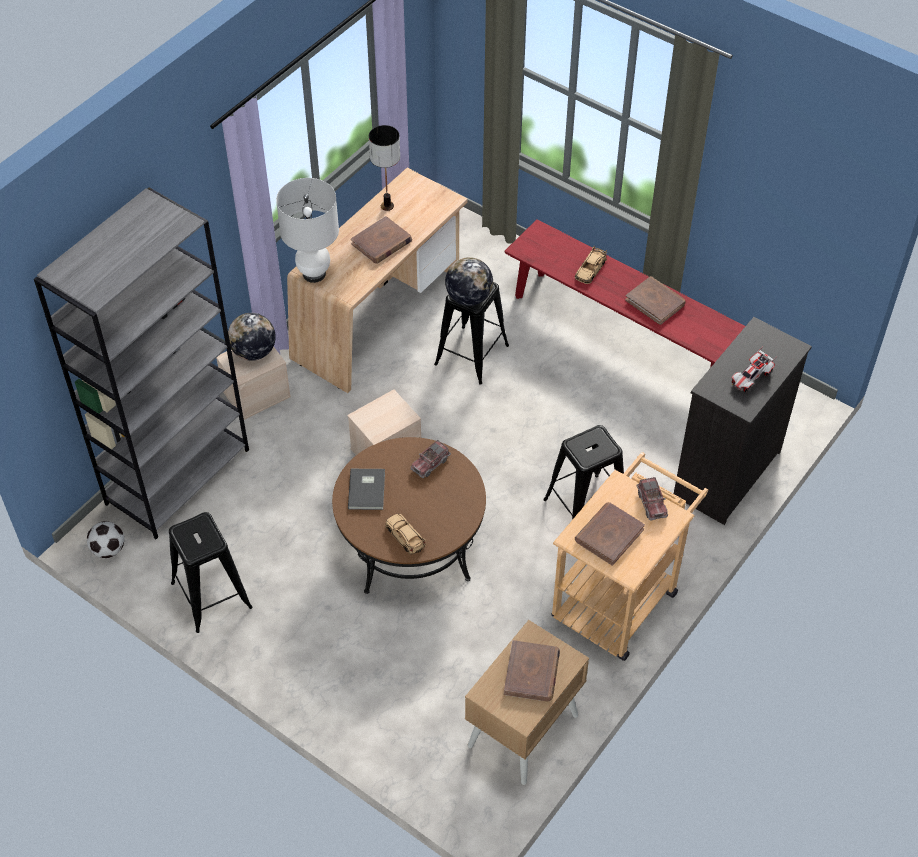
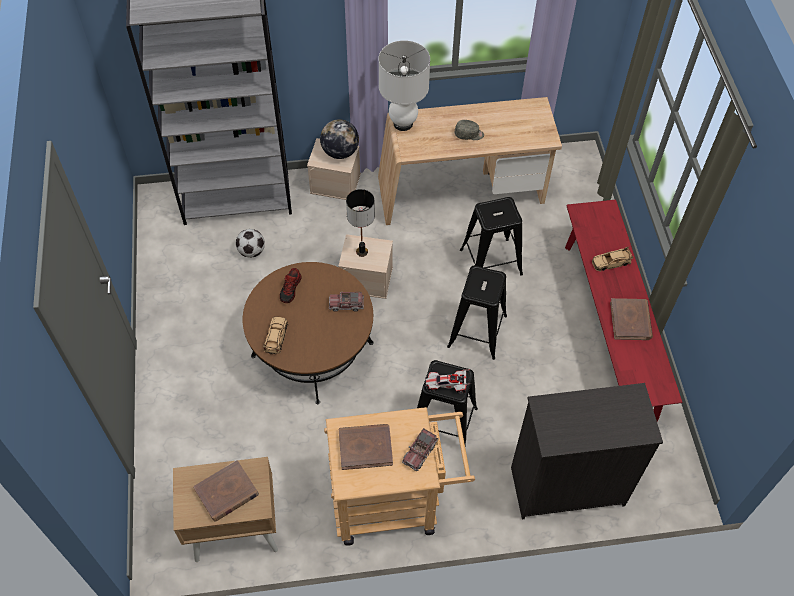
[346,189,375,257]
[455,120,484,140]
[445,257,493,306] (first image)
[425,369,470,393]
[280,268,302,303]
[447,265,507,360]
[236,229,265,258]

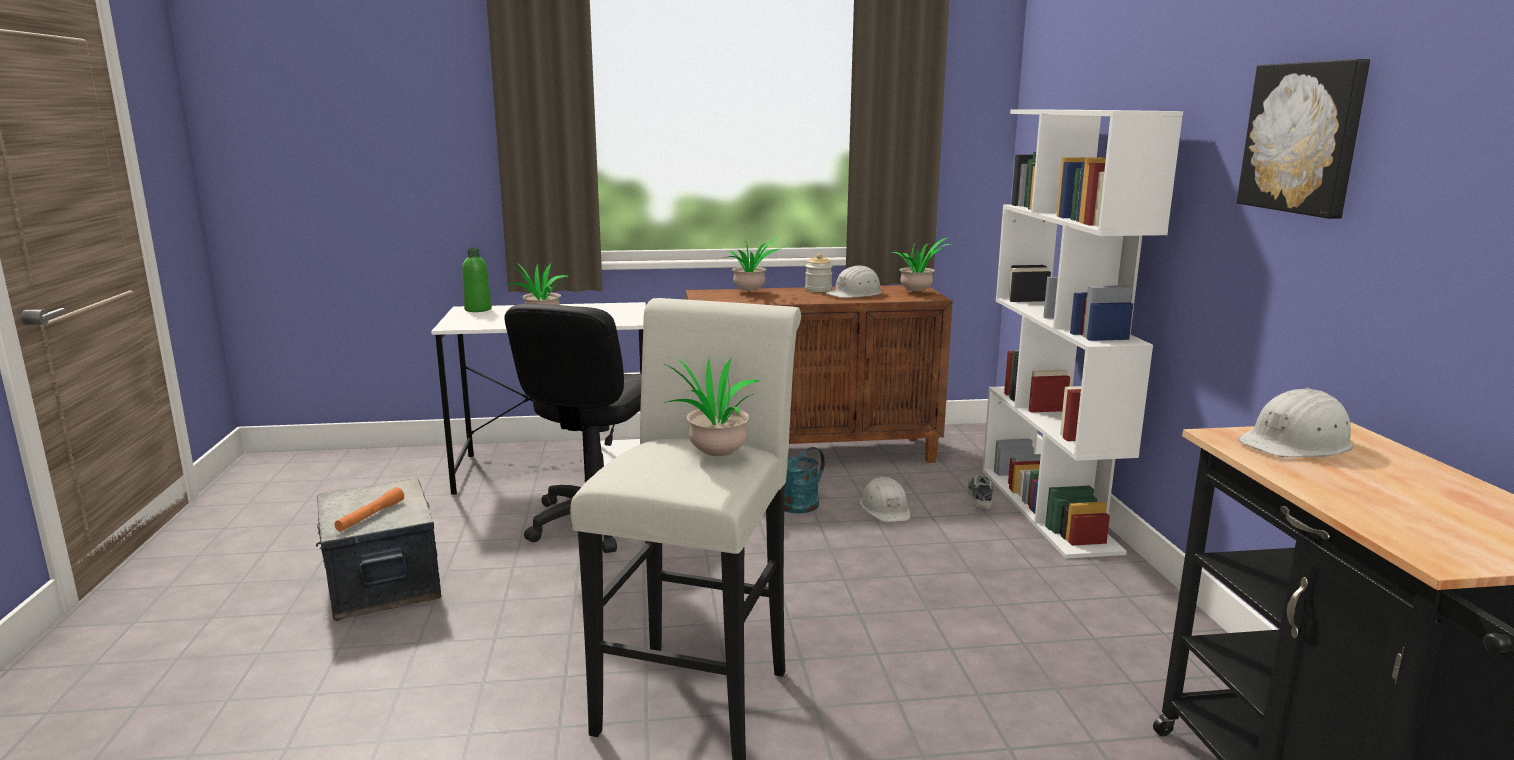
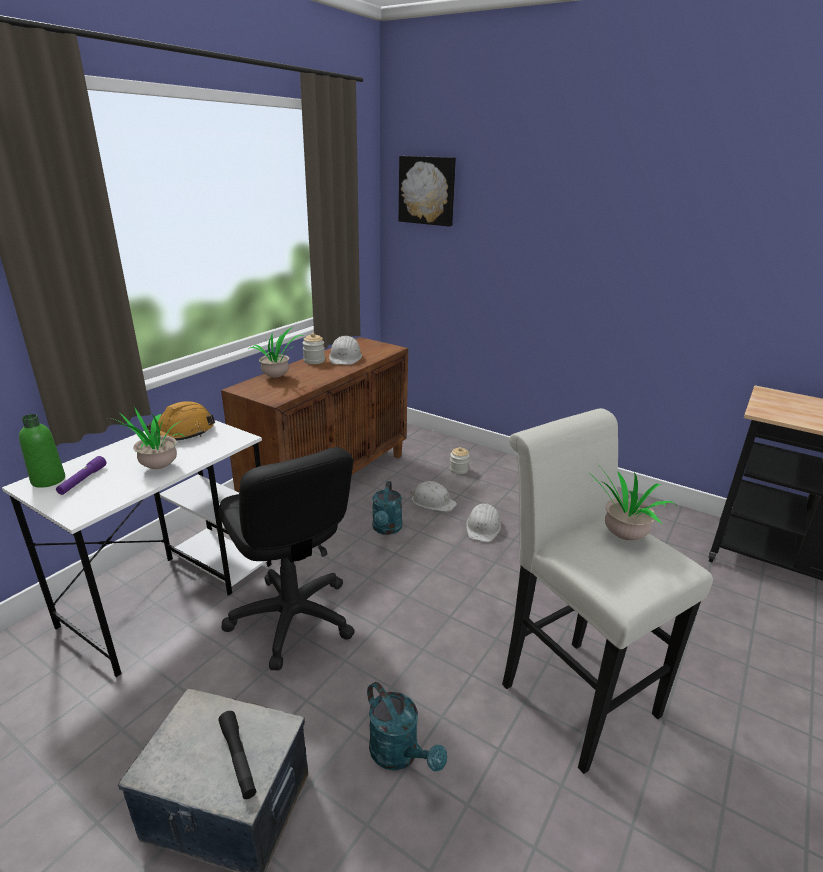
[399,156,456,227]
[982,110,1183,559] (first image)
[892,238,951,291] (first image)
[466,504,501,542]
[450,447,470,474]
[219,711,256,799]
[147,401,215,441]
[56,456,106,495]
[367,682,447,772]

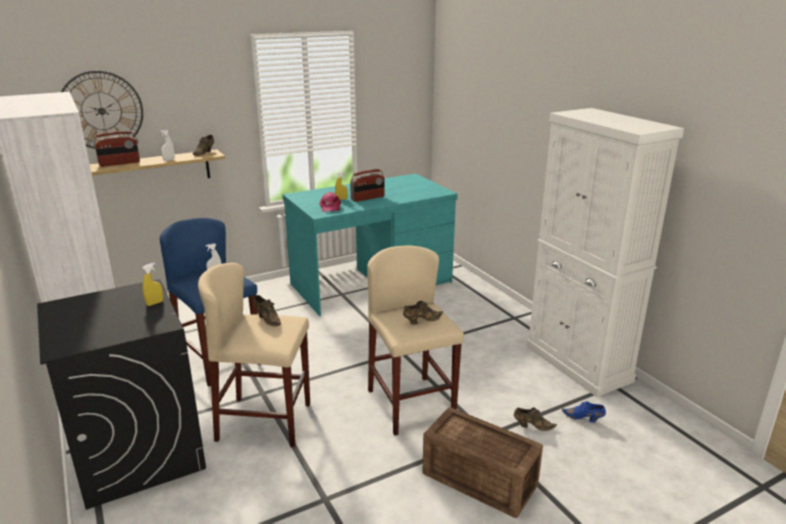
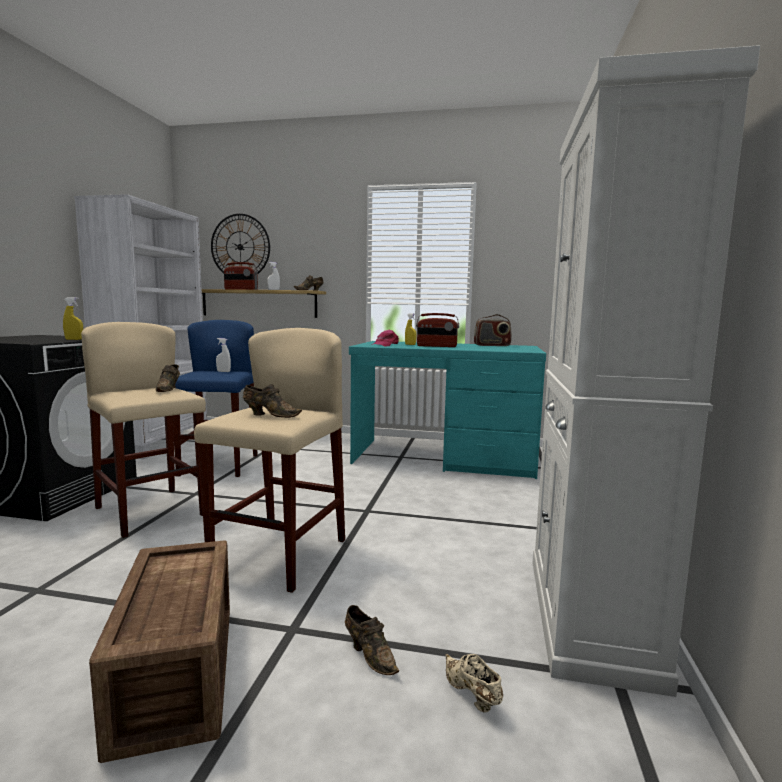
[445,654,503,713]
[474,314,511,346]

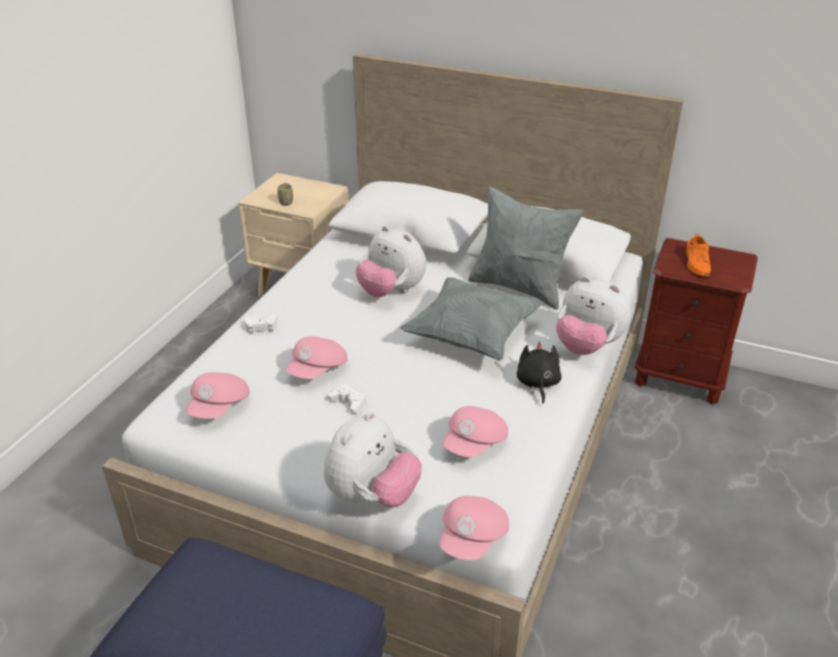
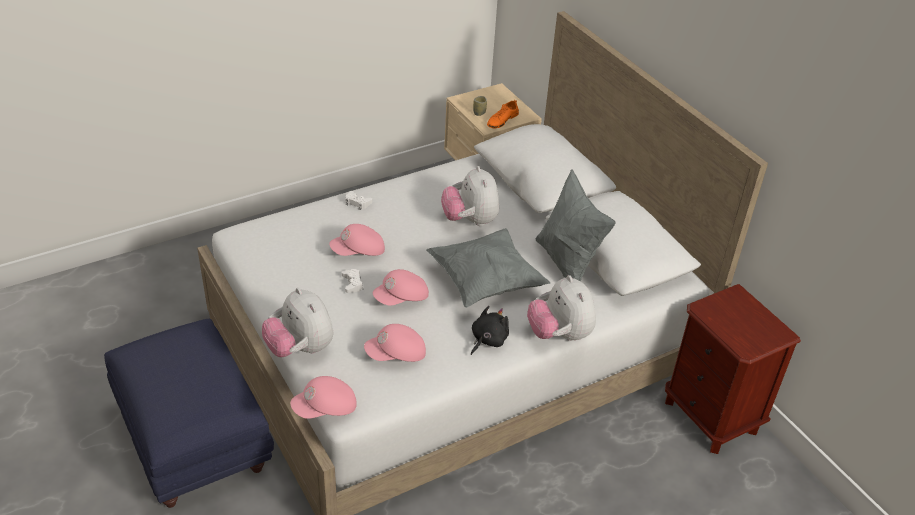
[487,100,519,129]
[373,269,429,306]
[262,288,333,357]

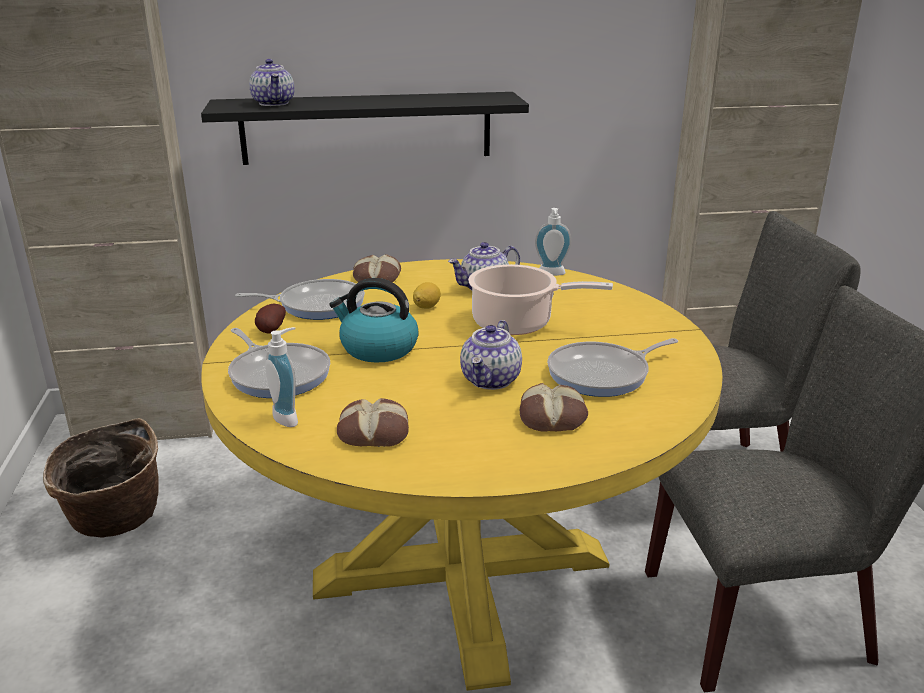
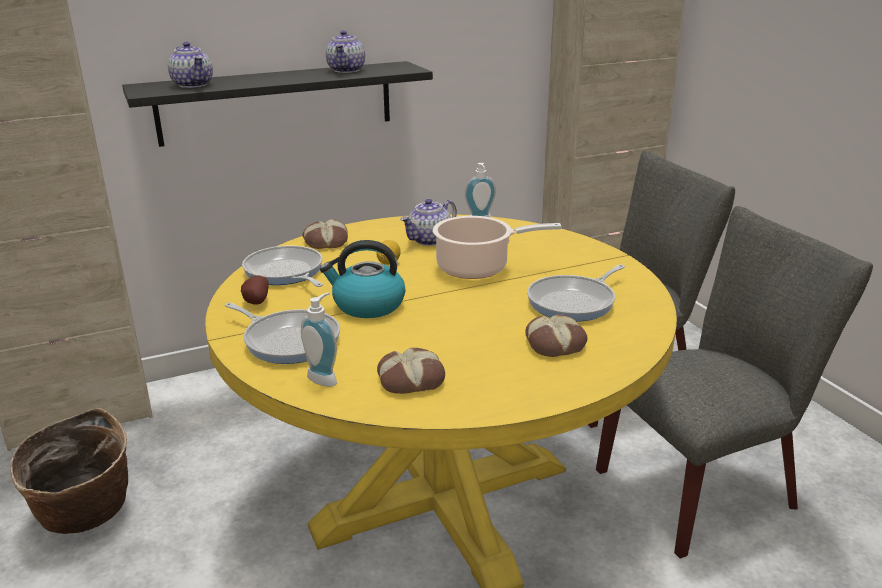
[242,246,323,287]
[326,30,365,73]

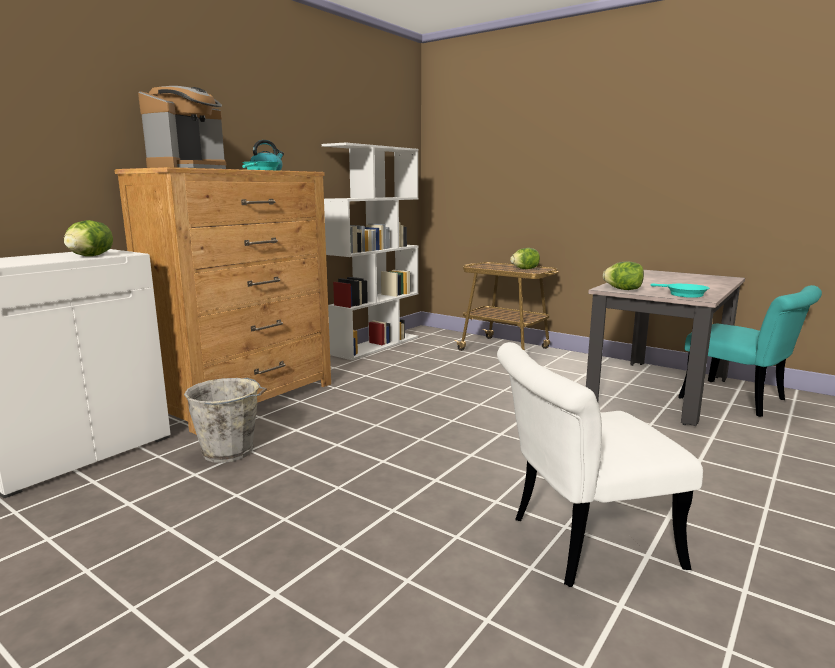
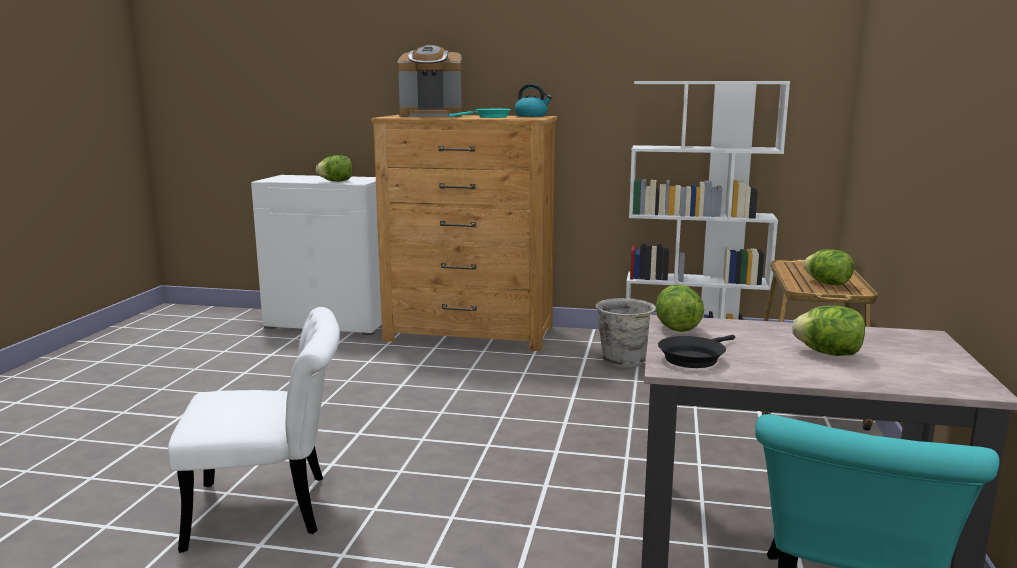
[658,335,735,368]
[168,307,340,553]
[596,298,656,368]
[792,306,865,356]

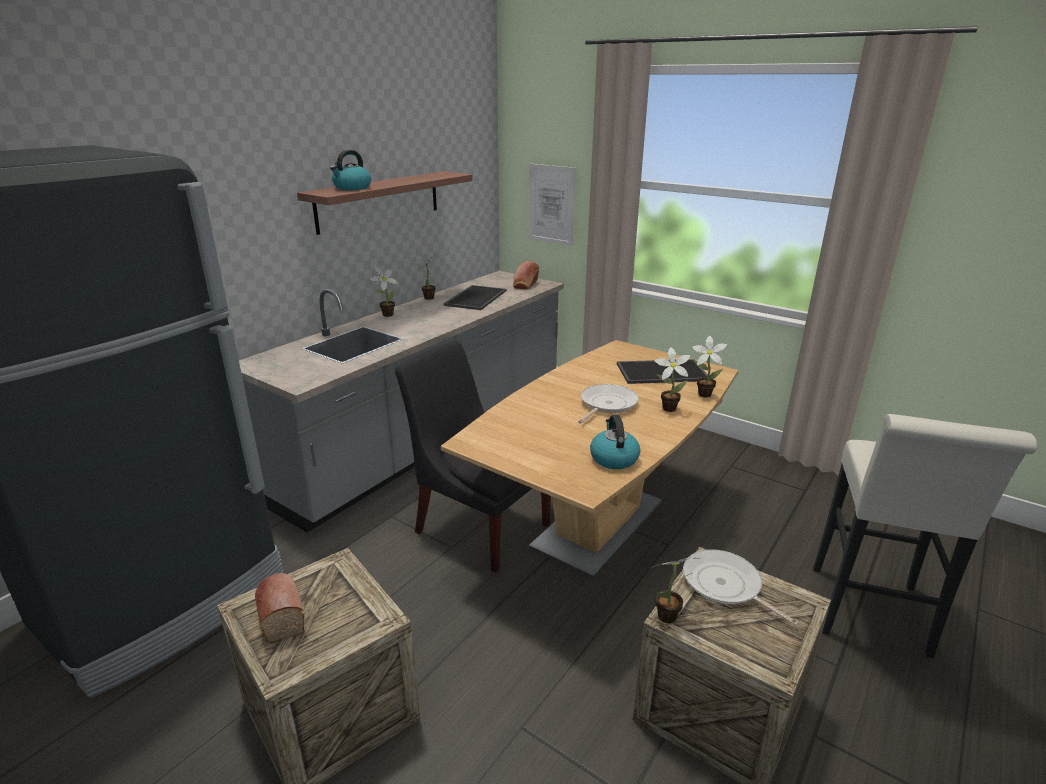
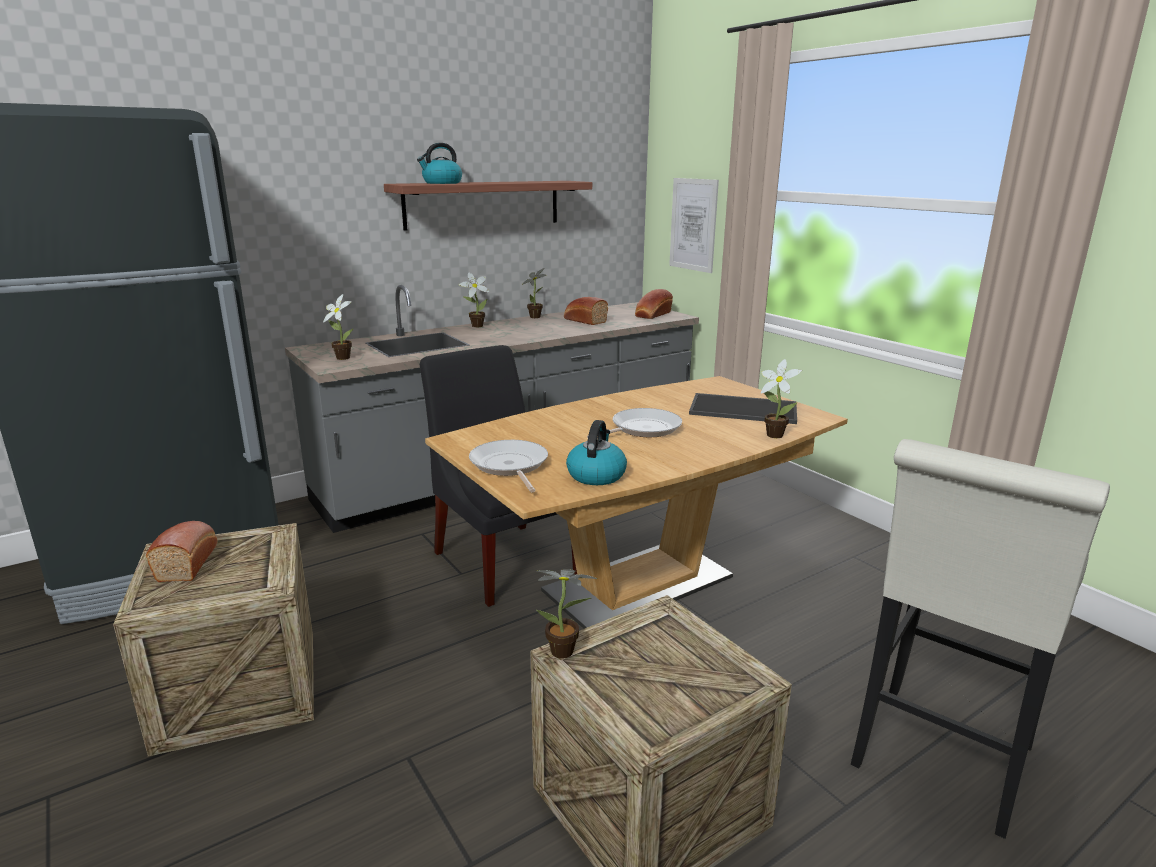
[564,297,608,325]
[323,294,354,360]
[469,440,548,492]

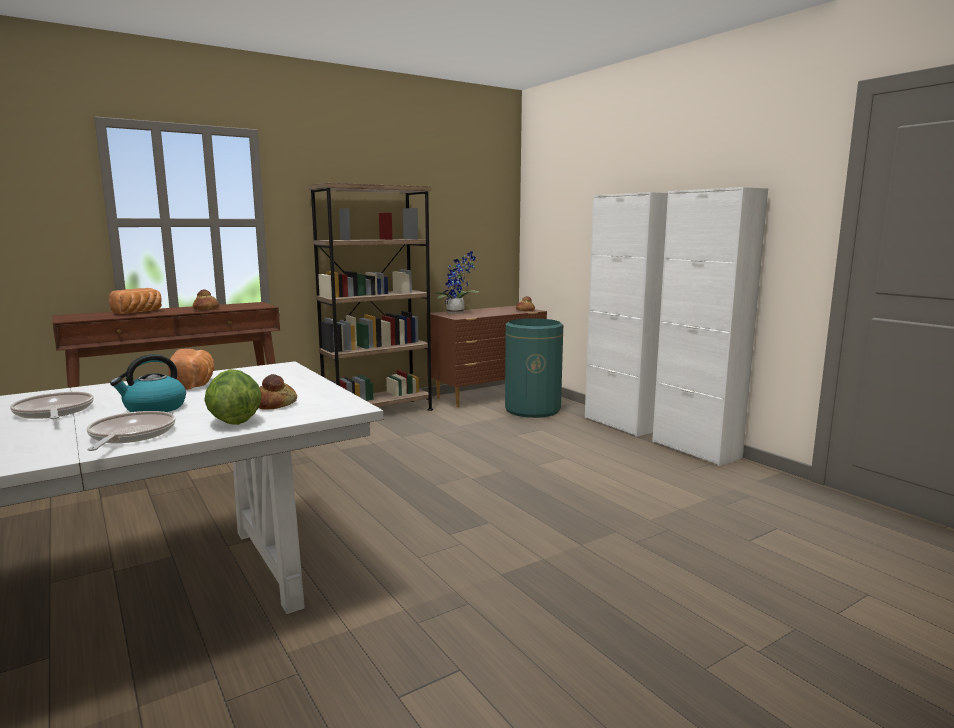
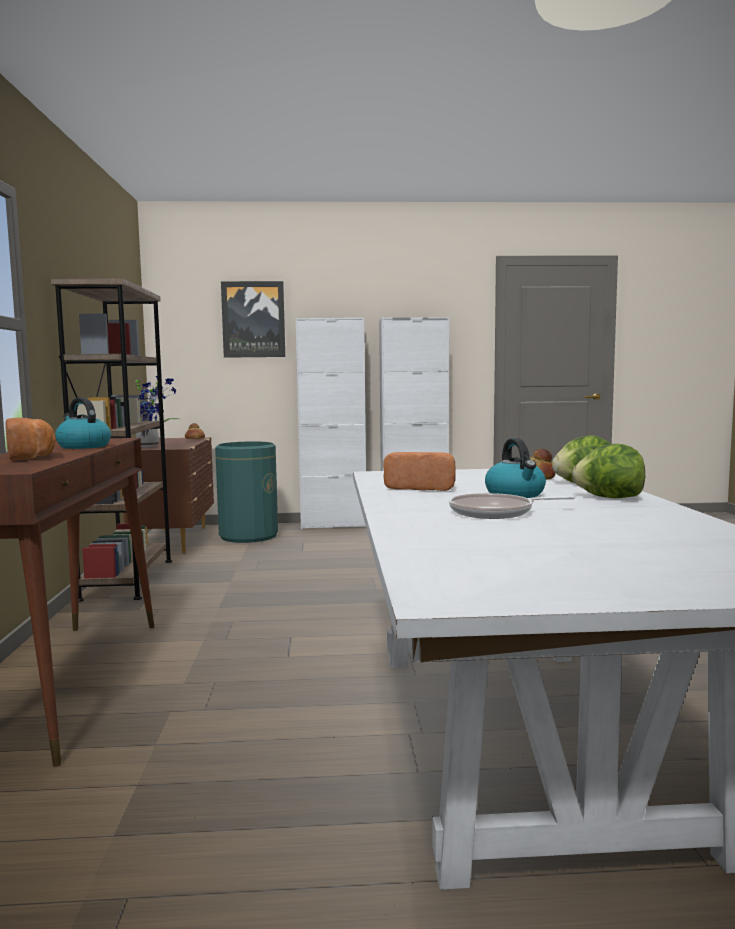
[55,397,111,449]
[572,444,645,498]
[221,281,285,358]

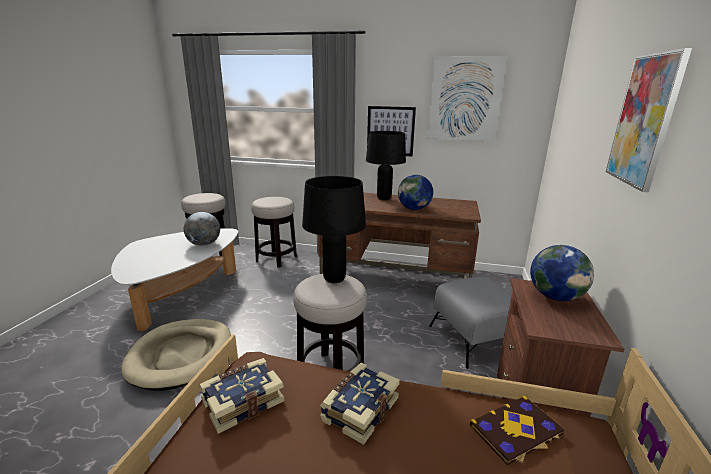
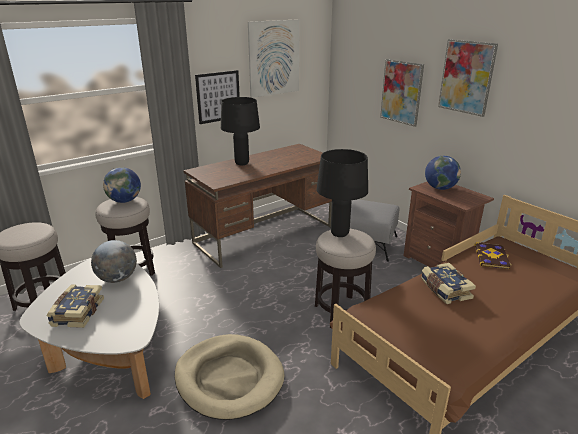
[103,167,141,203]
[47,284,104,328]
[380,59,424,127]

